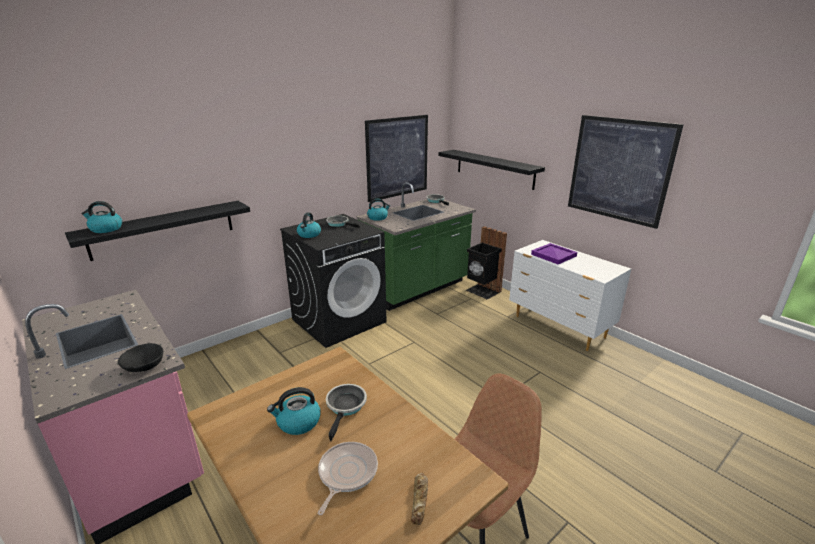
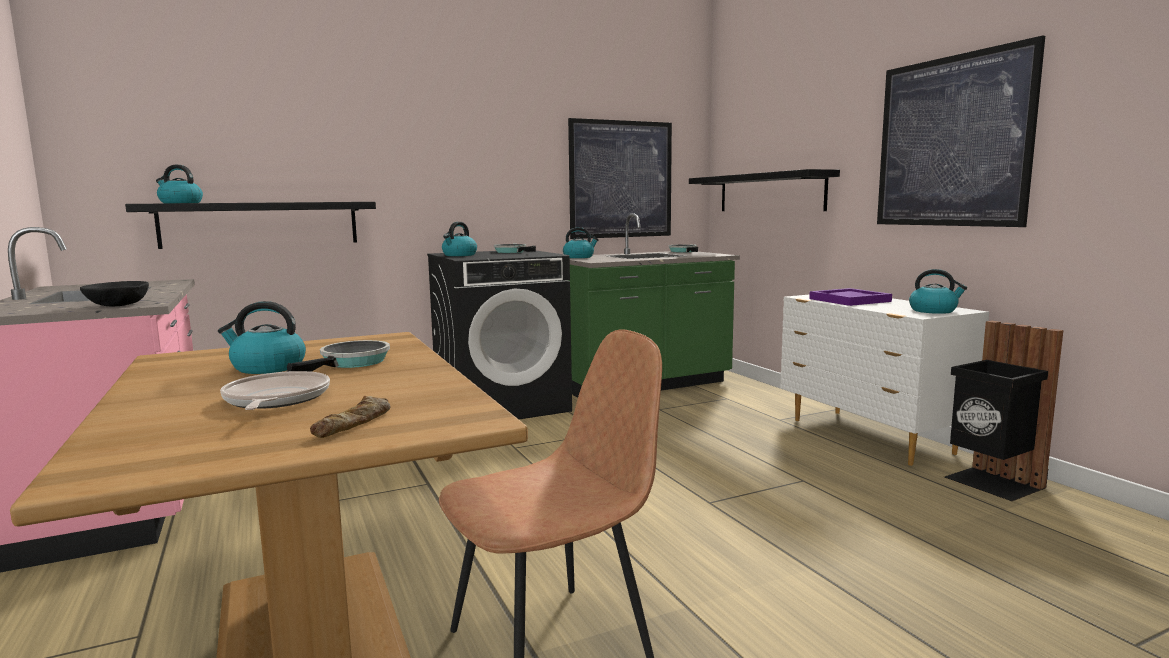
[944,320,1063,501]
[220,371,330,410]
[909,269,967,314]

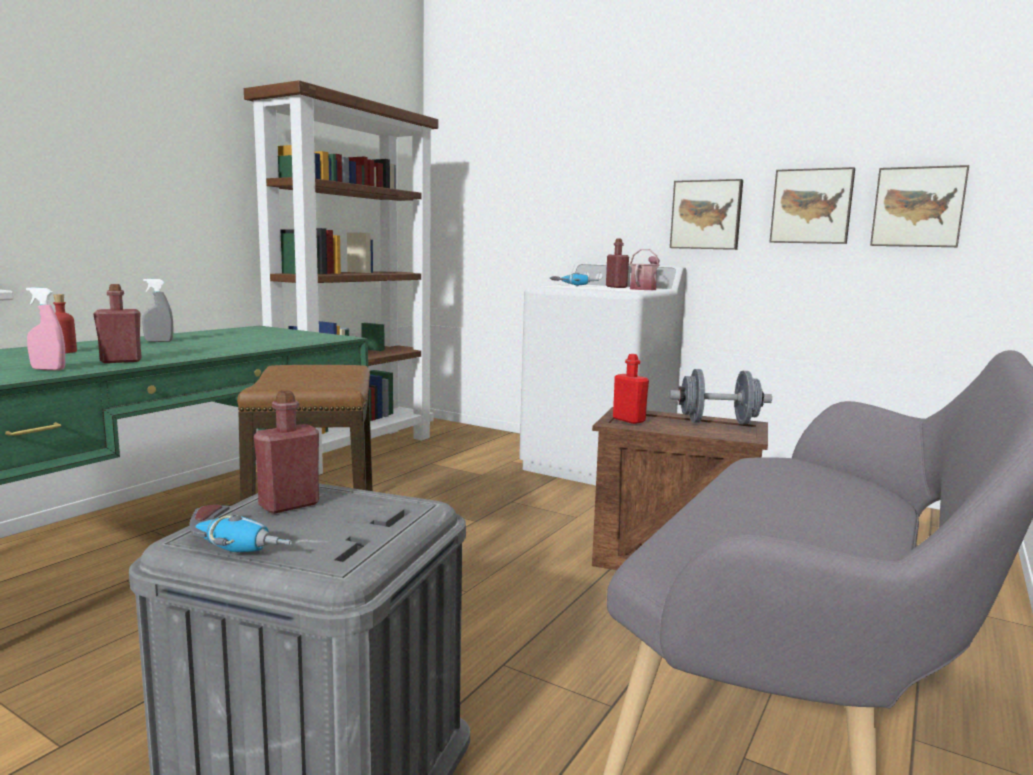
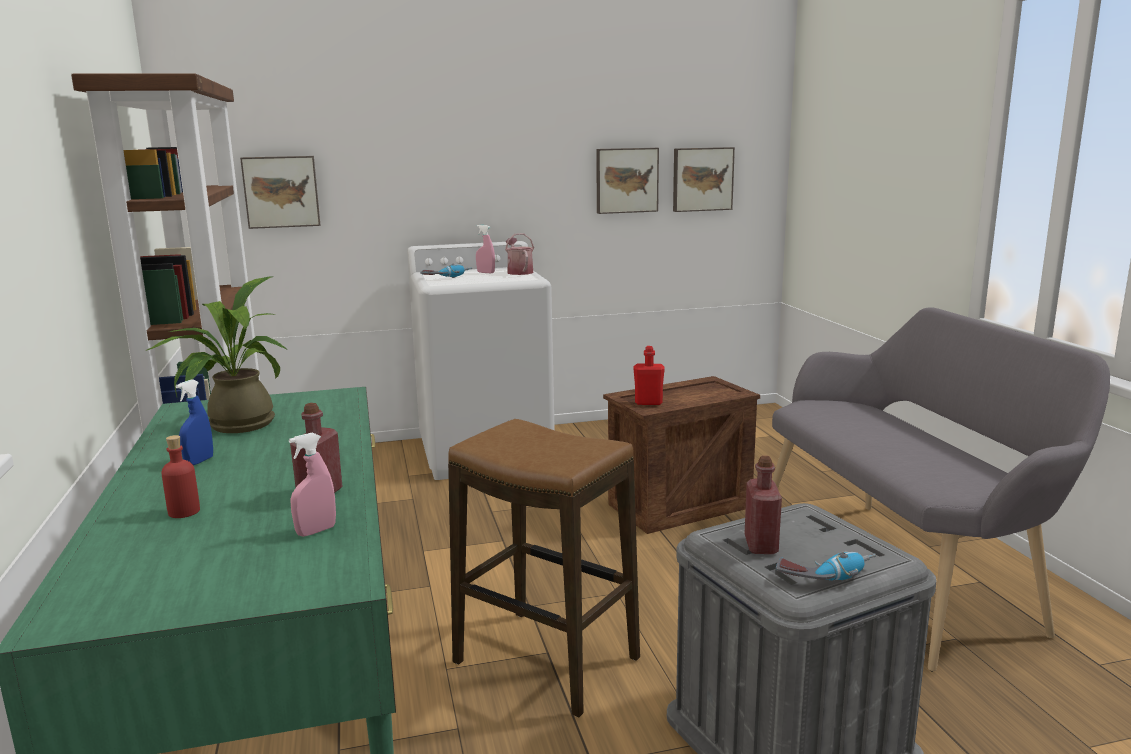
[240,156,320,229]
[476,225,495,273]
[176,379,213,465]
[669,369,772,425] (first image)
[145,276,287,433]

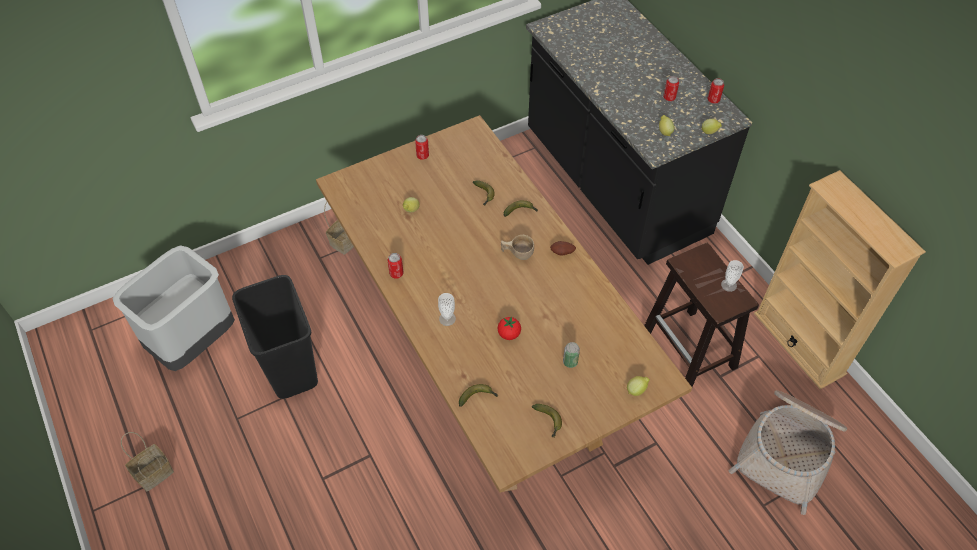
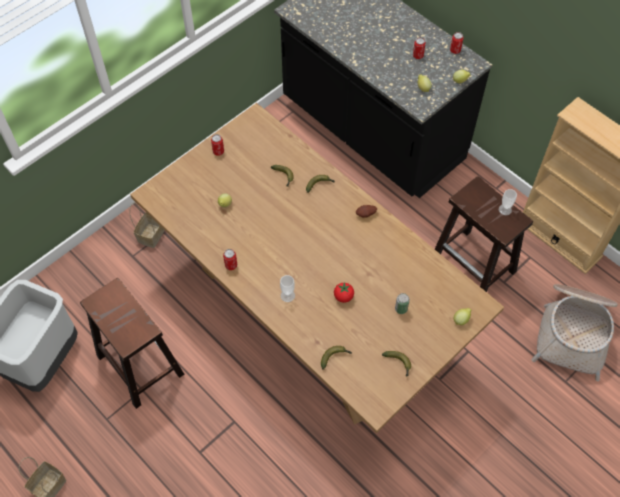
[501,235,534,260] (first image)
[80,278,184,409]

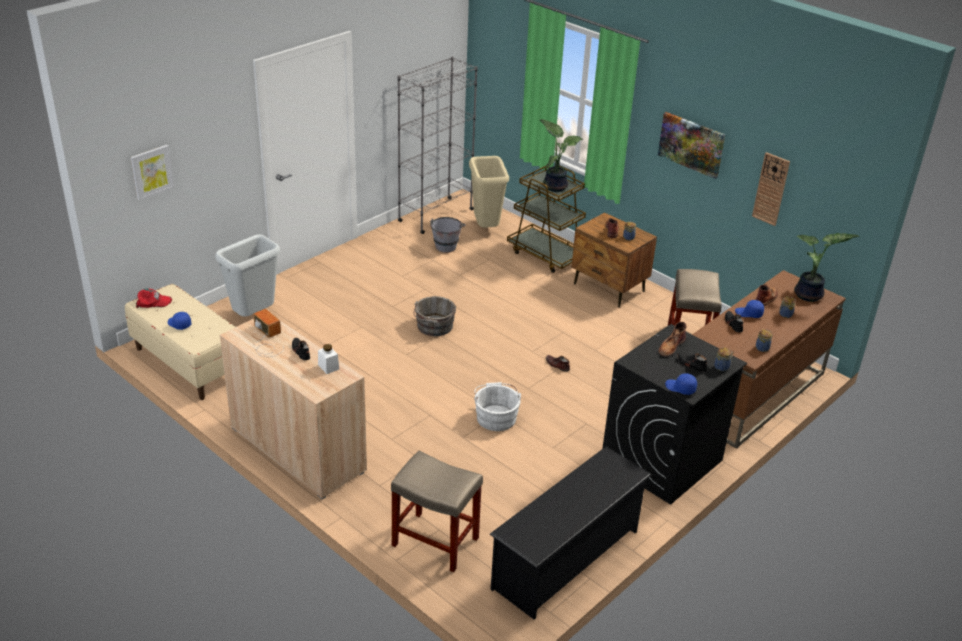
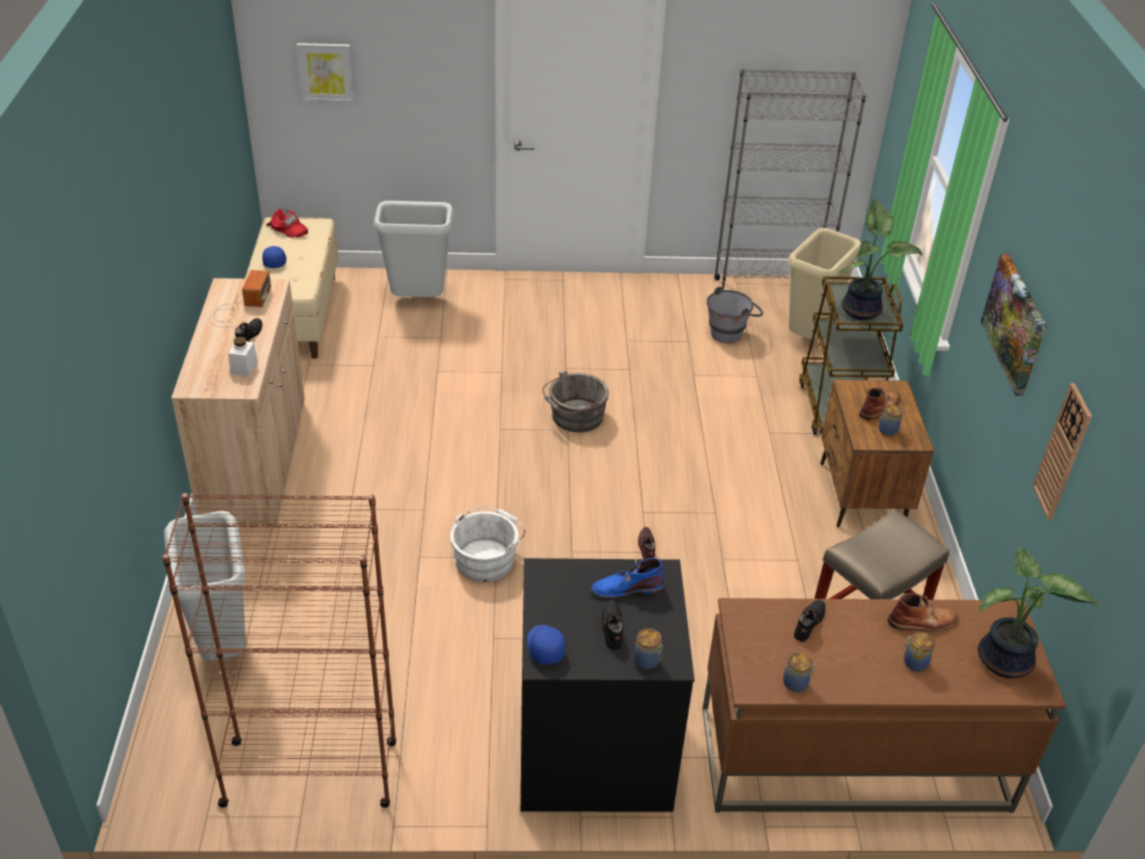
[735,300,764,318] (first image)
[591,558,665,599]
[162,493,396,808]
[164,511,246,661]

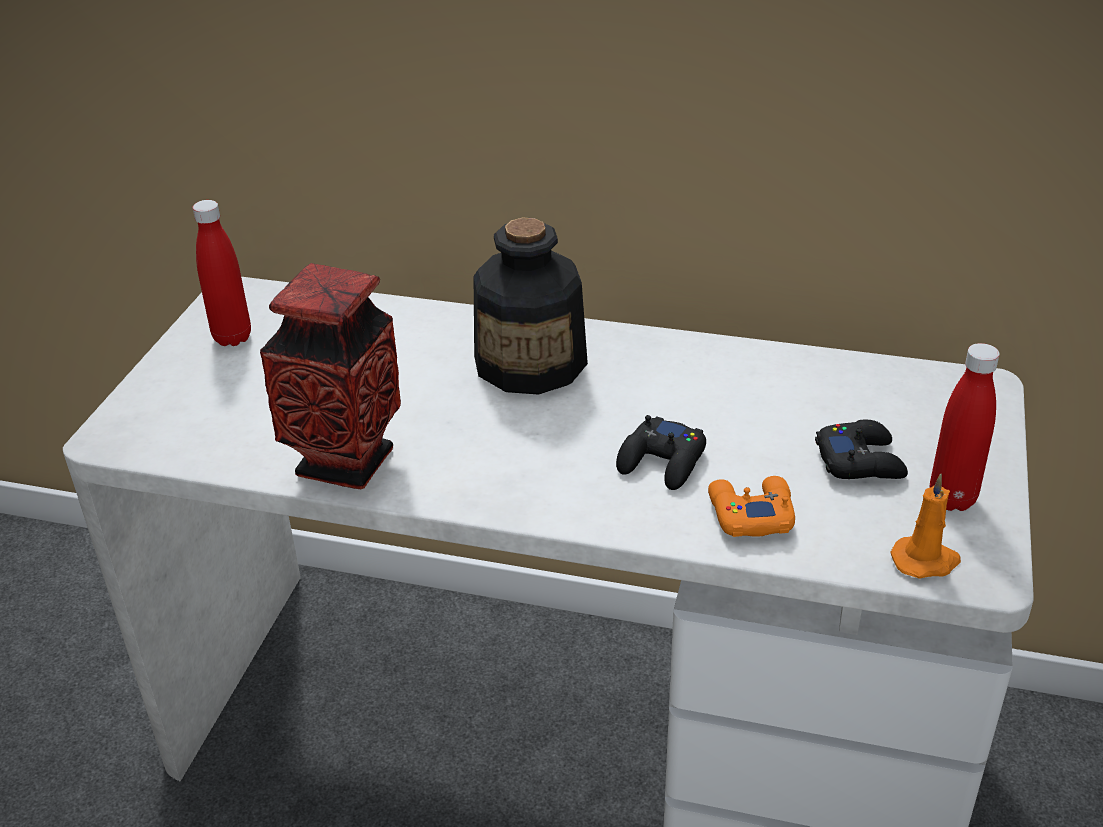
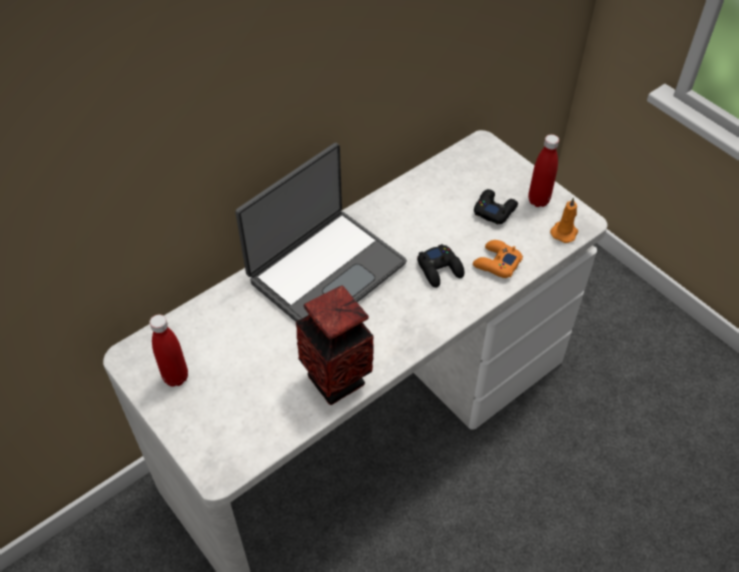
[235,143,407,322]

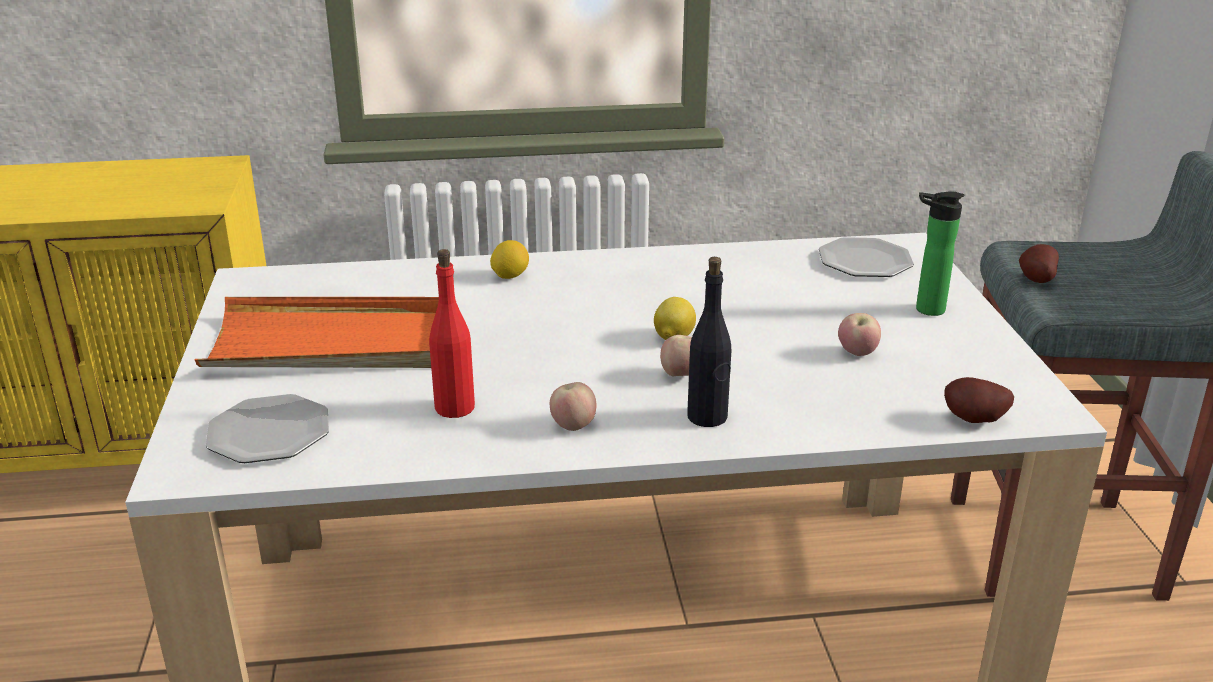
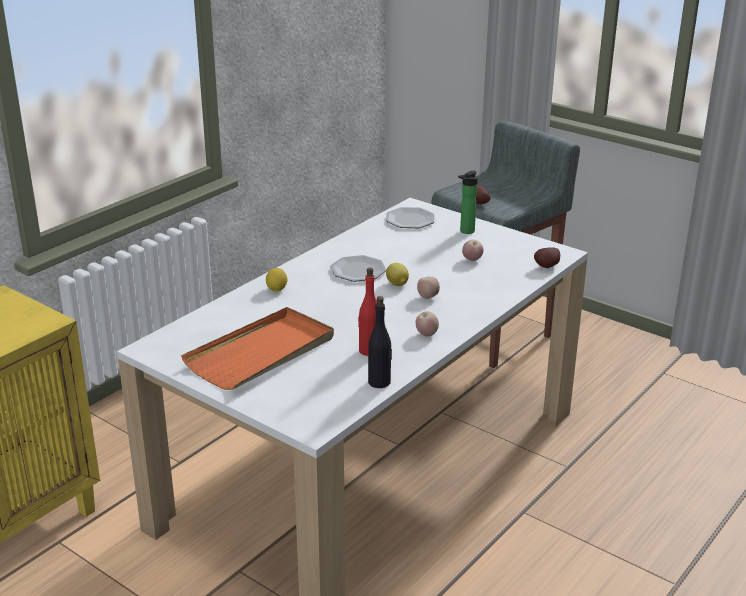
[368,296,392,388]
[330,255,387,282]

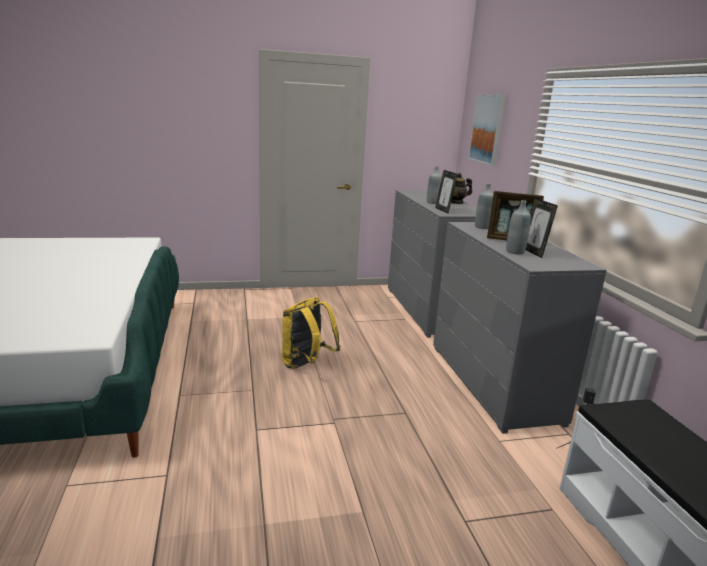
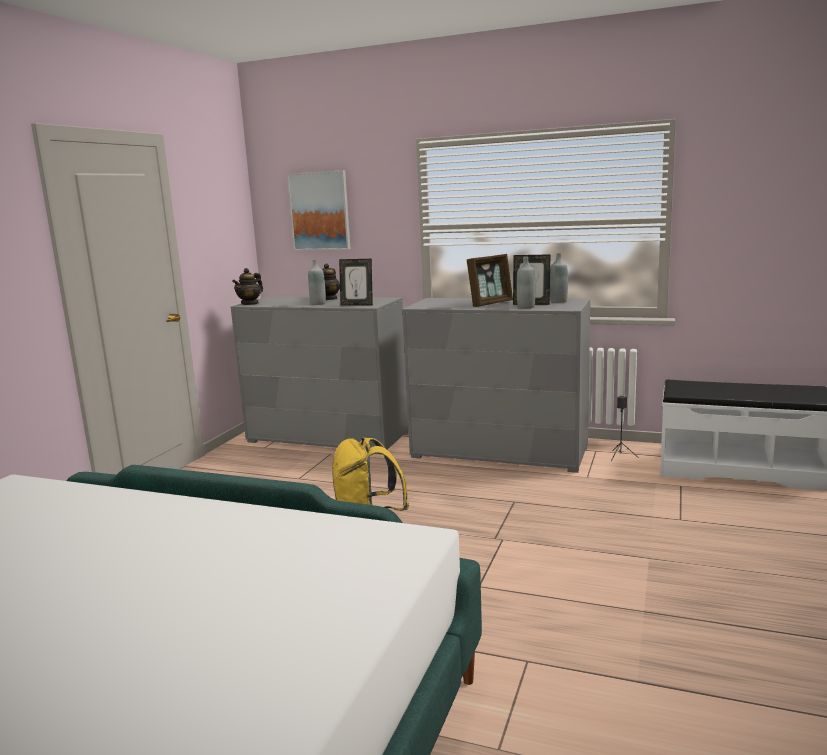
[550,253,568,303]
[232,268,263,305]

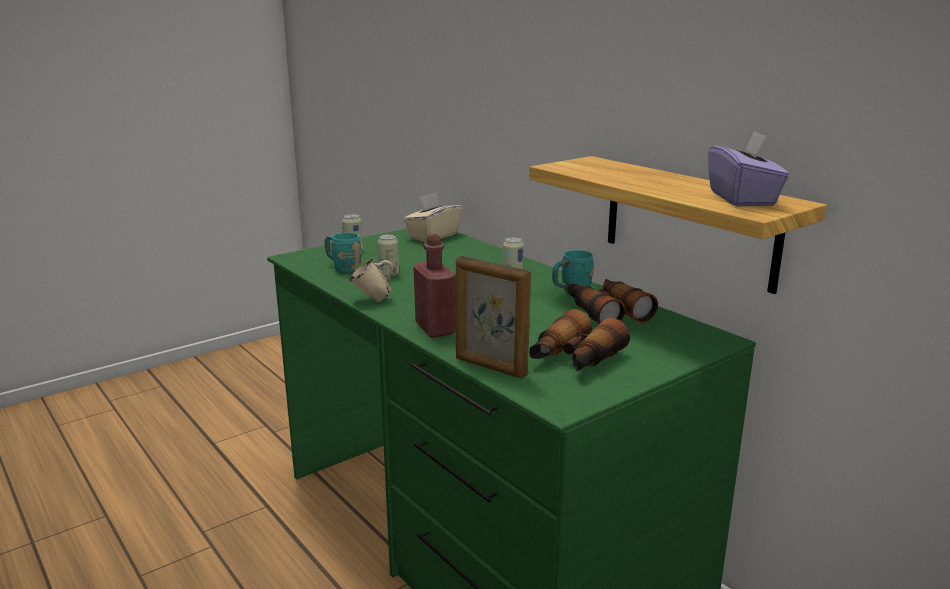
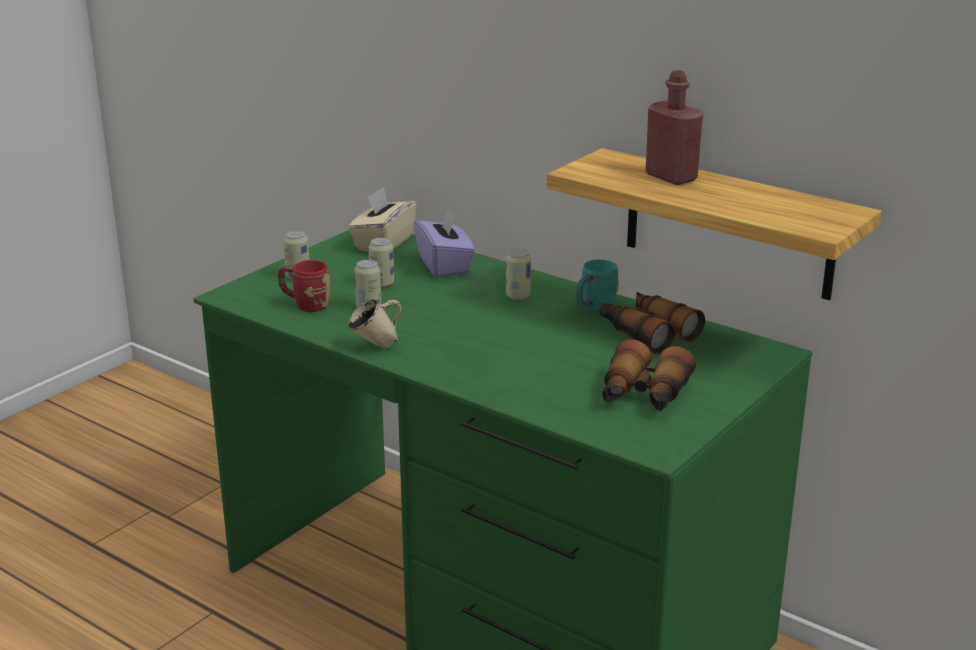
[414,208,476,278]
[278,260,330,312]
[645,70,703,185]
[456,256,531,379] (first image)
[369,237,394,288]

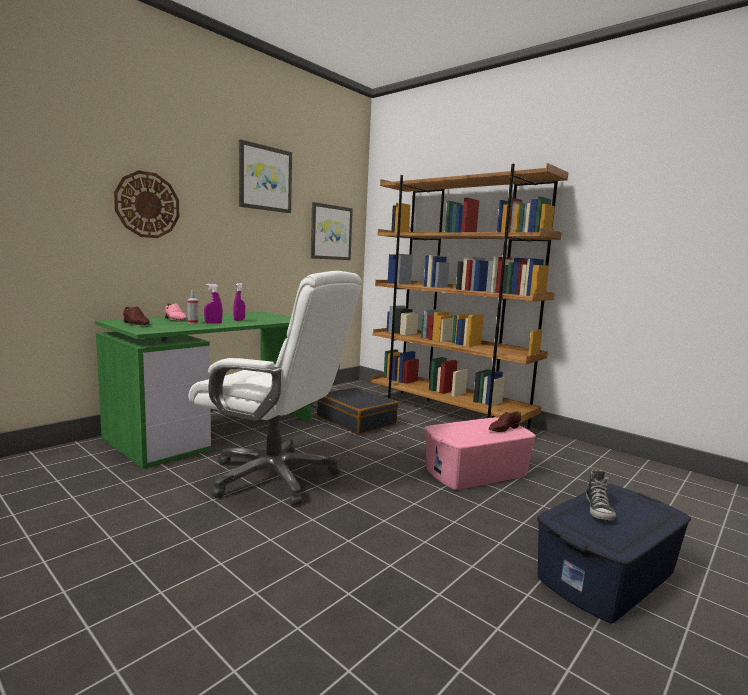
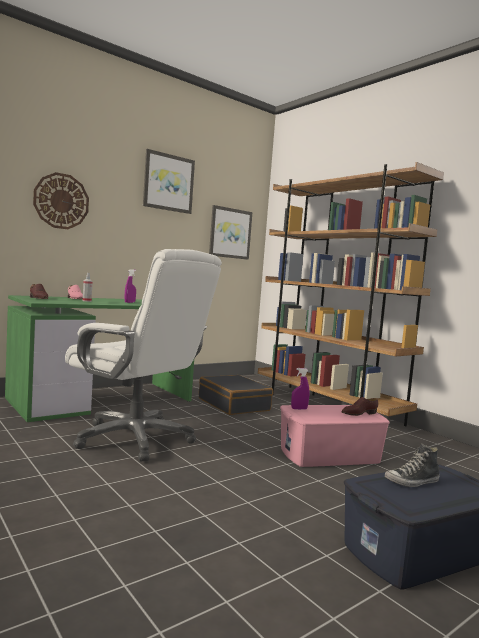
[291,368,310,410]
[385,443,440,487]

